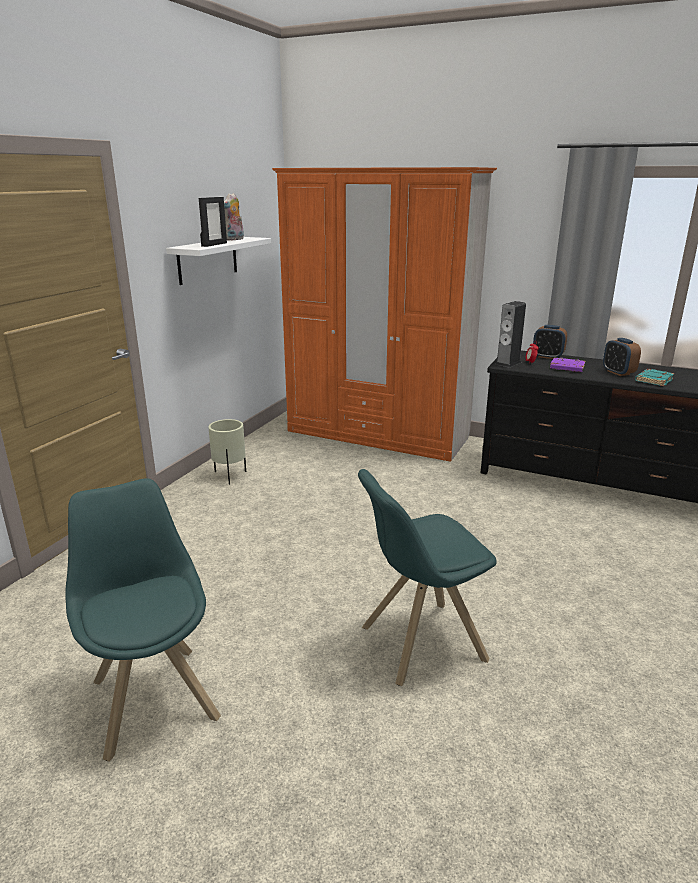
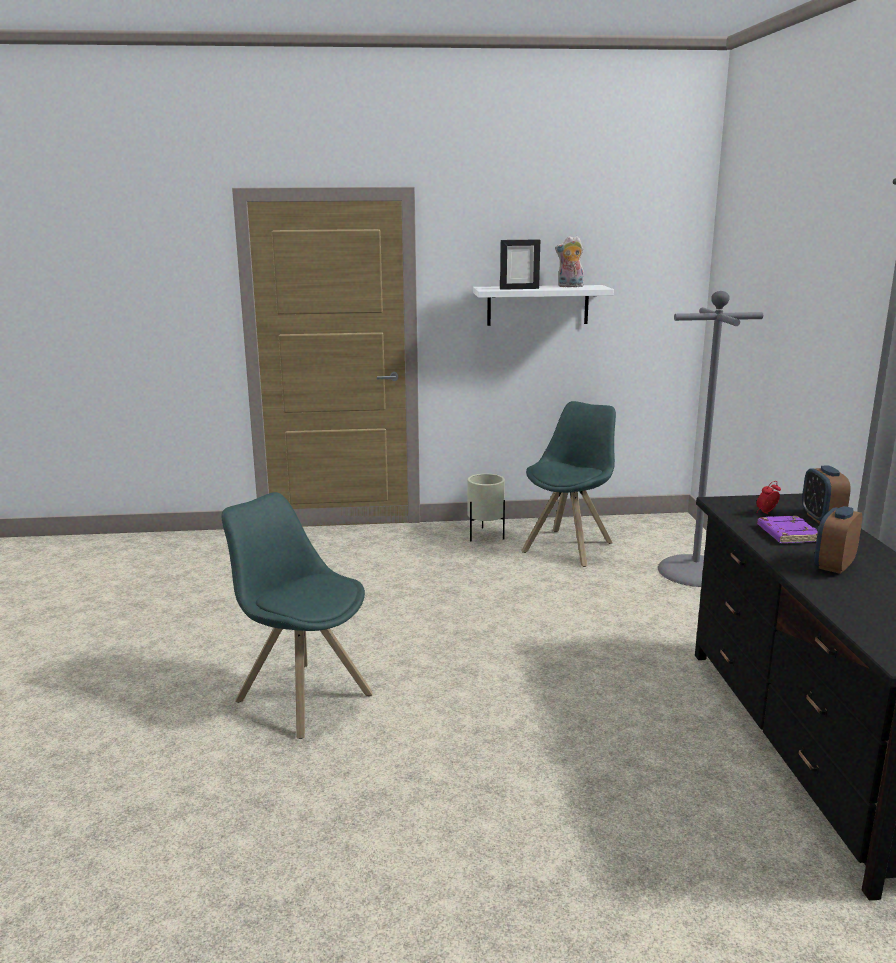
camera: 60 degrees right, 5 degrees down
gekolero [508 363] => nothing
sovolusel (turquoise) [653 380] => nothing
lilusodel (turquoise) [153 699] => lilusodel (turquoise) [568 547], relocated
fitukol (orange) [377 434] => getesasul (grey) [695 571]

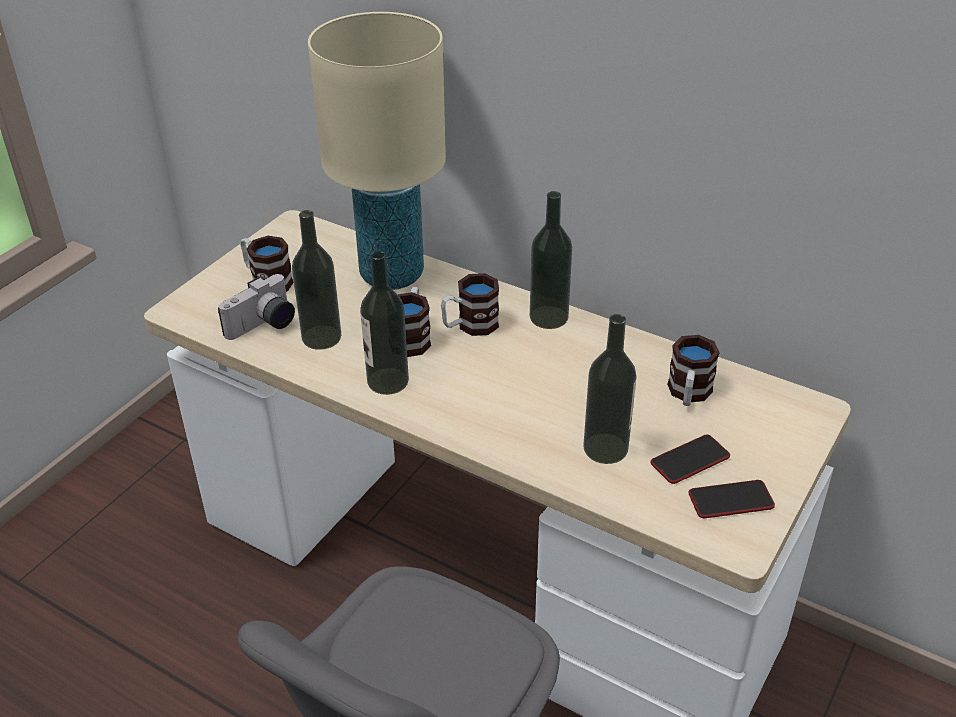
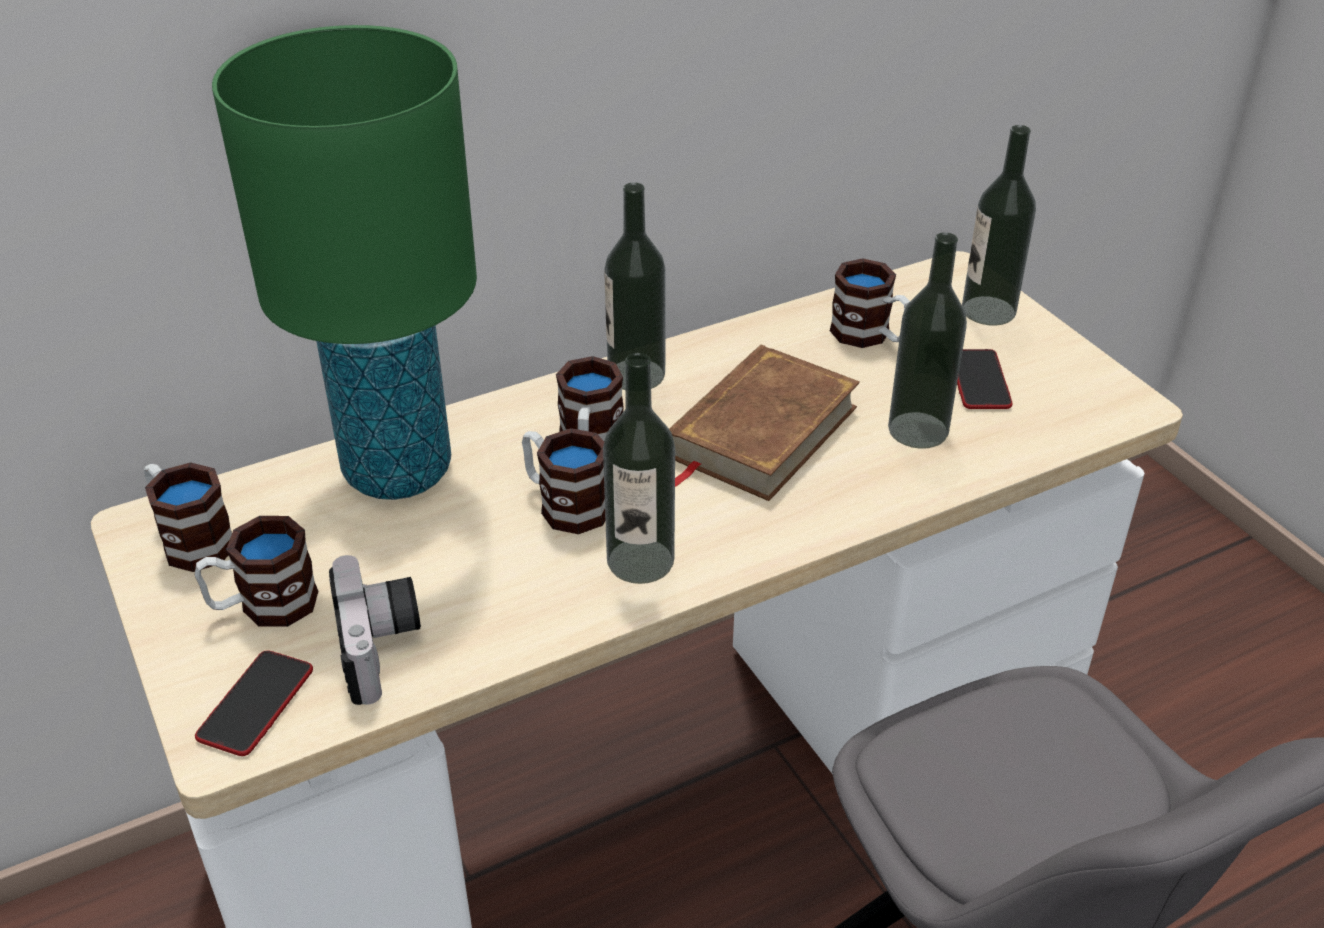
camera: 60 degrees left, 0 degrees up
nothing => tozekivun [190 539]
nothing => sovolusel (brown) [760 431]
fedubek [321 337] => fedubek [988 311], relocated
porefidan [731 500] => porefidan [256 704], relocated
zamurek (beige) [392 274] => zamurek (green) [397 470]

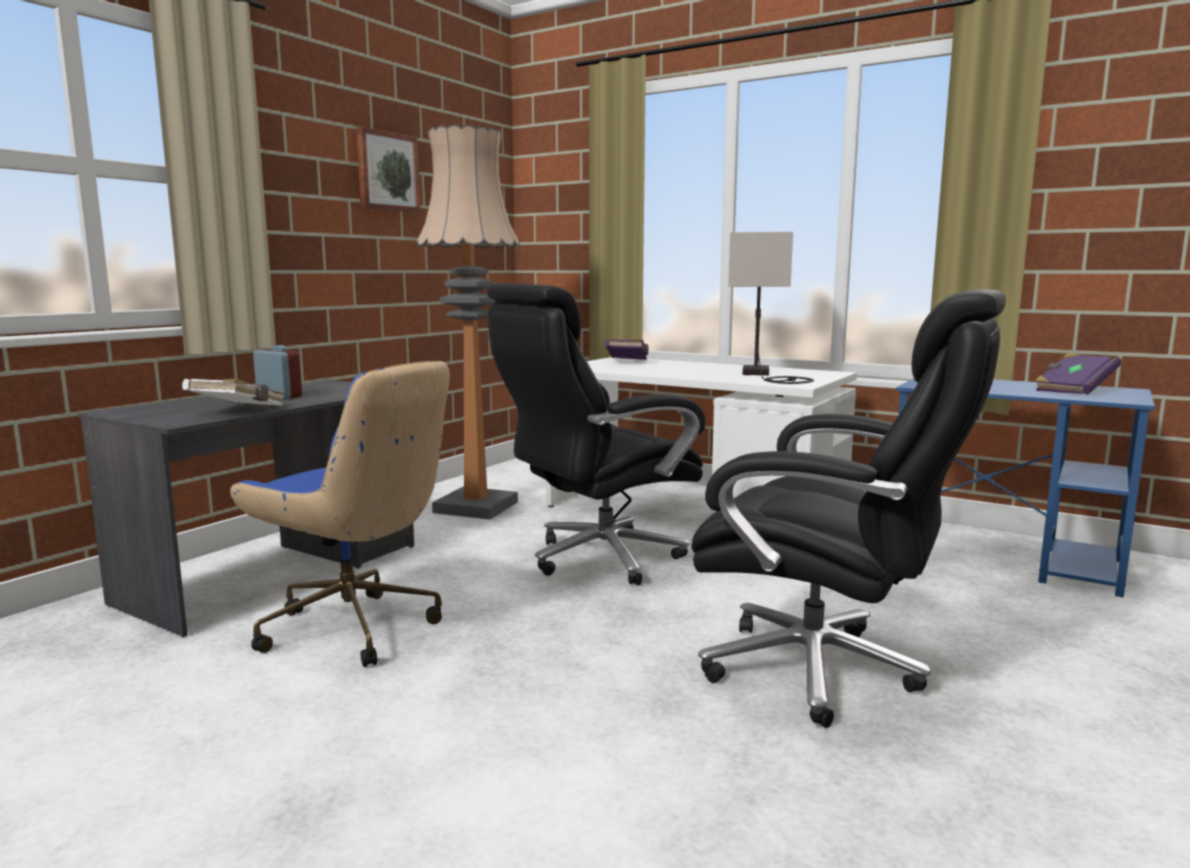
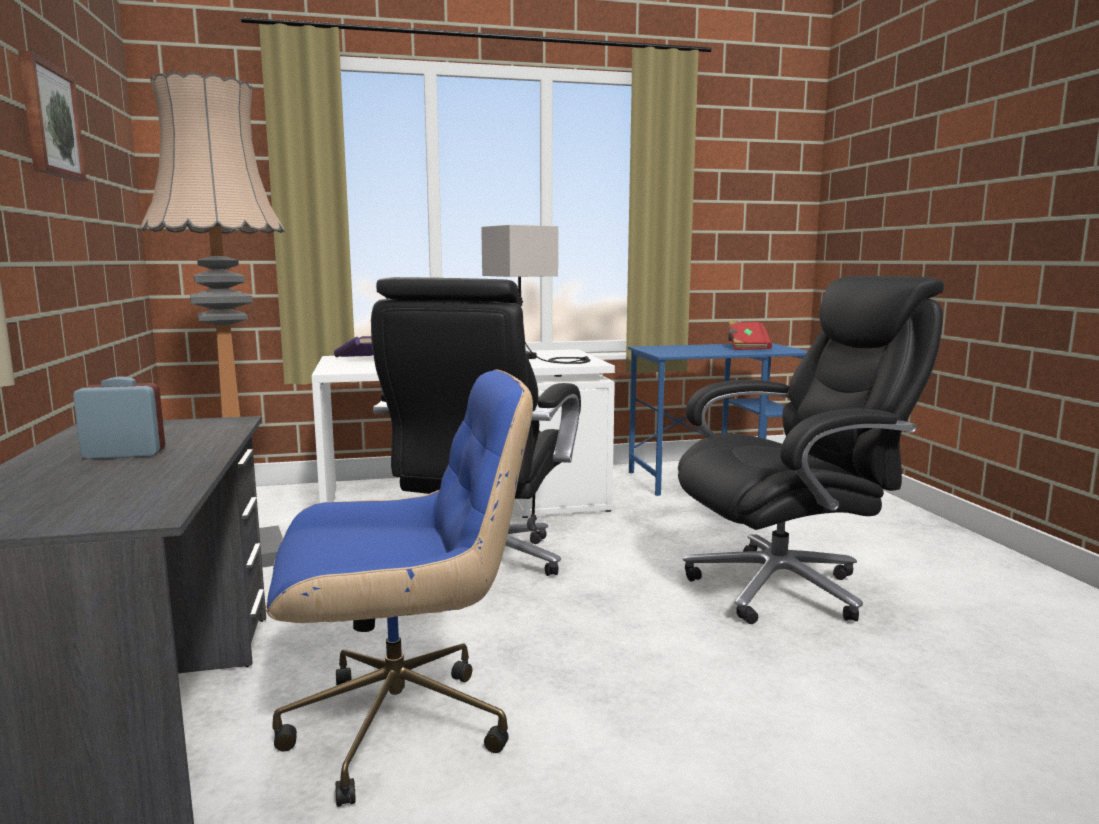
camera: 45 degrees left, 0 degrees up
sovolusel (white) [239 411] => nothing
sovolusel (purple) [1073 390] => sovolusel (red) [747 347]

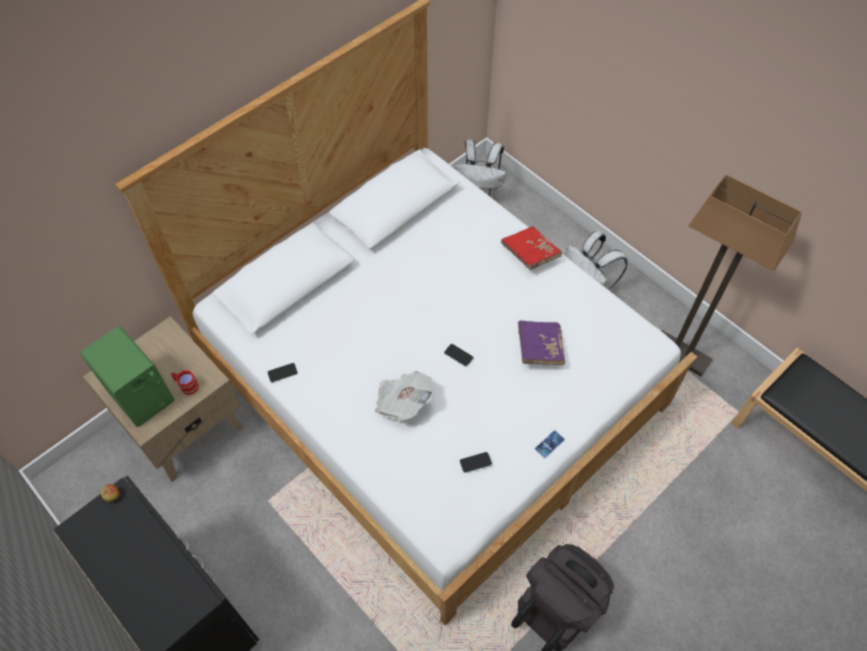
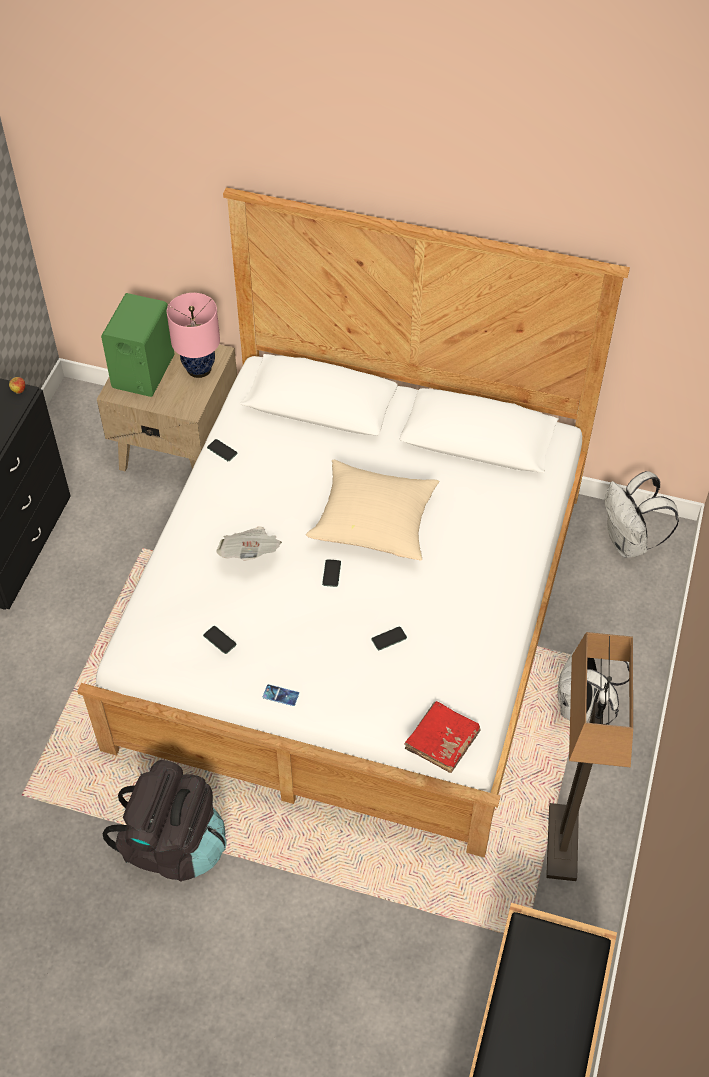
camera: 60 degrees right, 5 degrees down
tozekivun (red) [186 385] => nothing
nothing => zamurek (pink) [199 368]
nothing => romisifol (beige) [375 523]
sovolusel (red) [530 253] => sovolusel (red) [441 743], relocated
sovolusel (purple) [539 348] => porefidan [389 638]

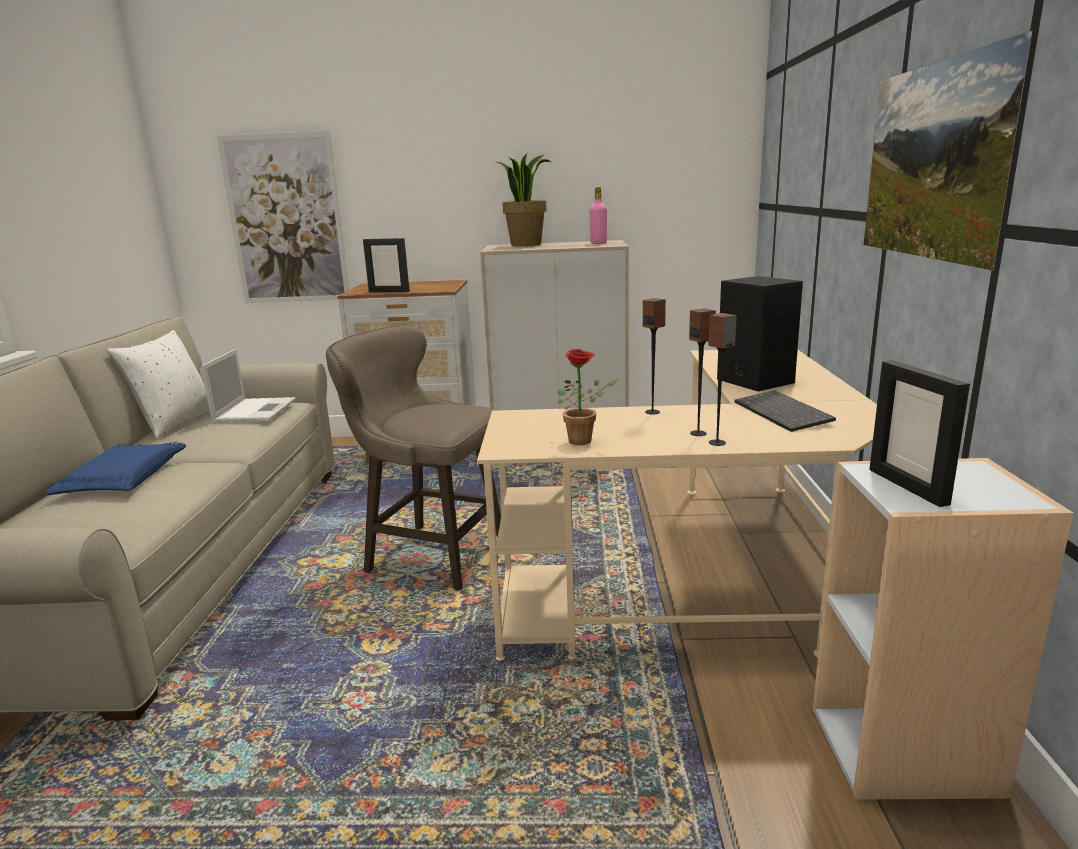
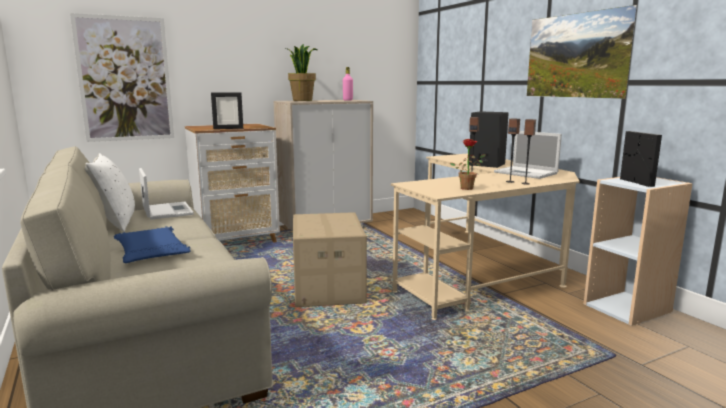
camera: 30 degrees left, 5 degrees down
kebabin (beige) [430 555] => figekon [327 287]
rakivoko [784 413] => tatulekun [527 173]
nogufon [909 486] => nogufon [635 182], 150 degrees counterclockwise

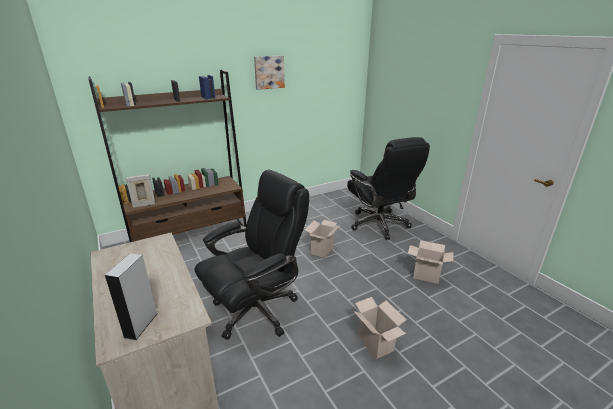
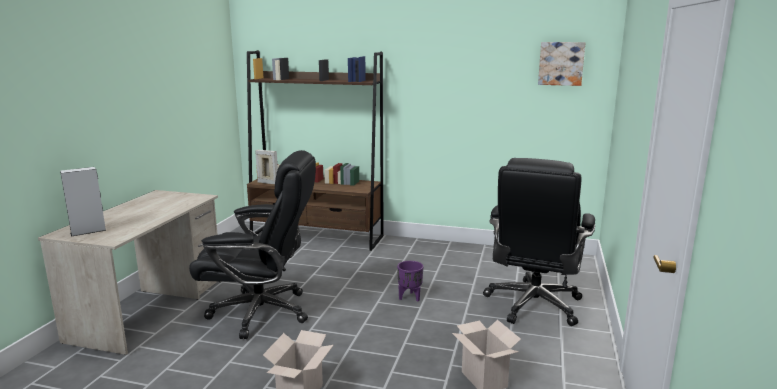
camera: 45 degrees right, 10 degrees down
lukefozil [269 72] => lukefozil [561 63], relocated
figekon [322 249] => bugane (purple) [410 297]

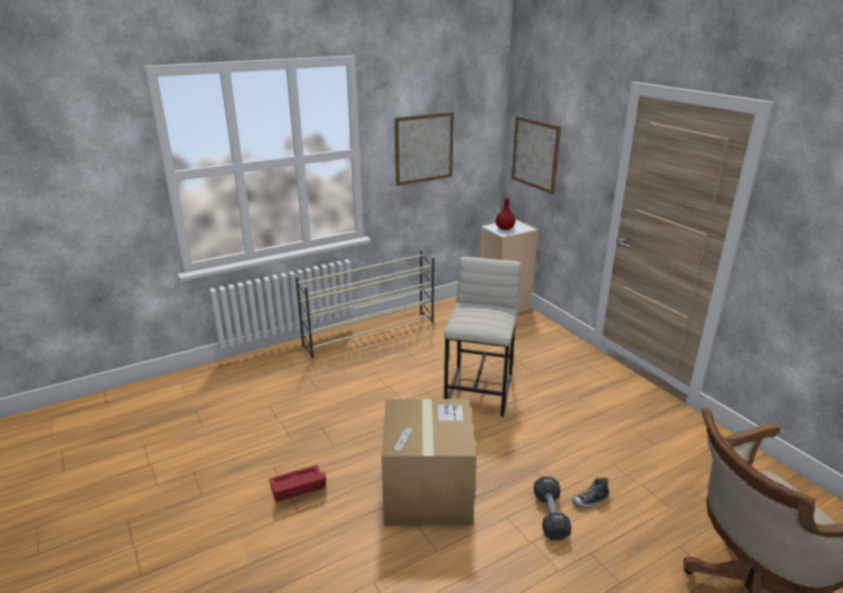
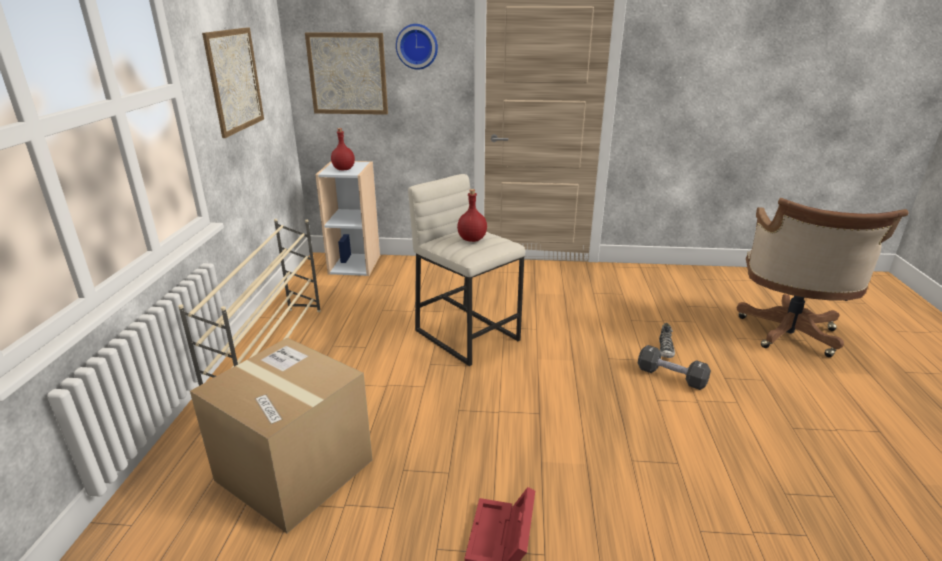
camera: 55 degrees left, 0 degrees up
nothing => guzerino [417 46]
nothing => fedubek (red) [472 239]
figekon [427 492] => figekon [294 470], relocated

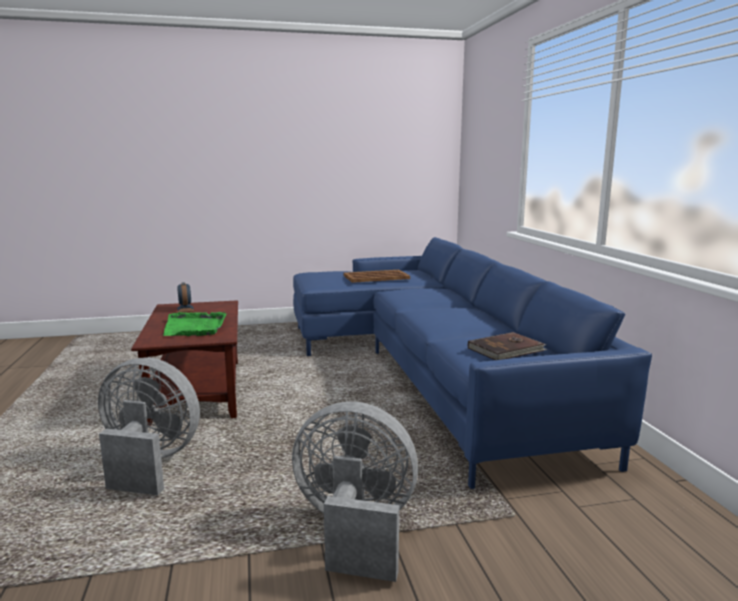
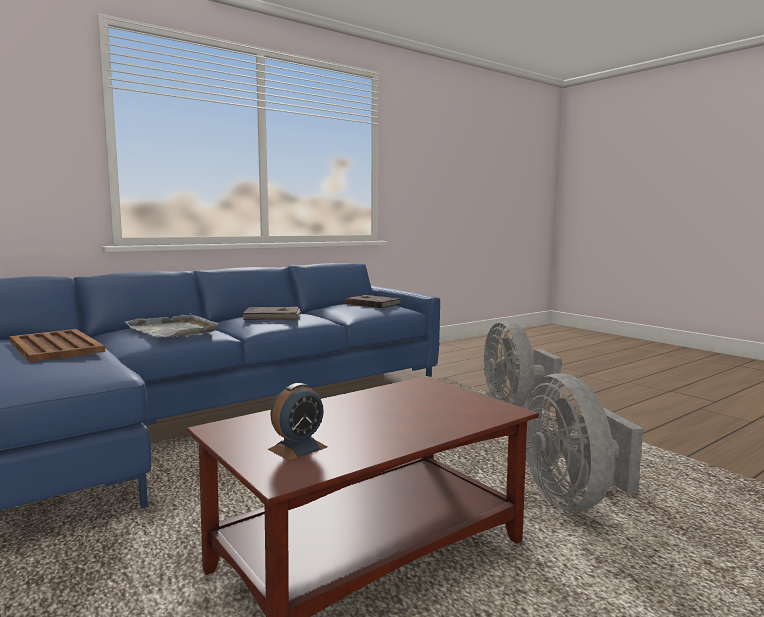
camera: 115 degrees left, 5 degrees down
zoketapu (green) [195 327] => nothing
nothing => zoketapu (grey) [174 330]
nothing => sovolusel (brown) [272 316]

